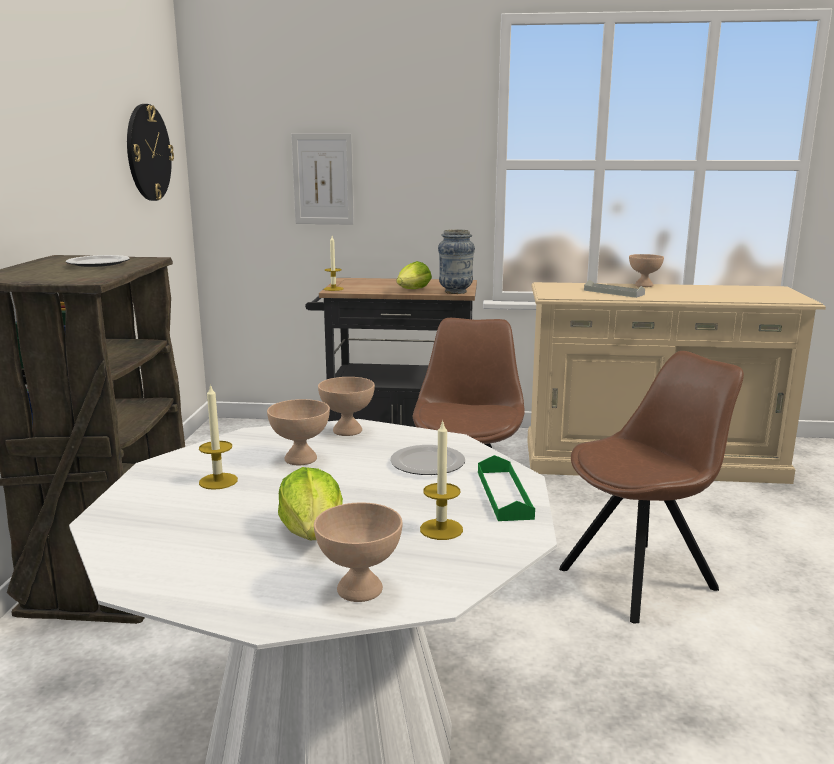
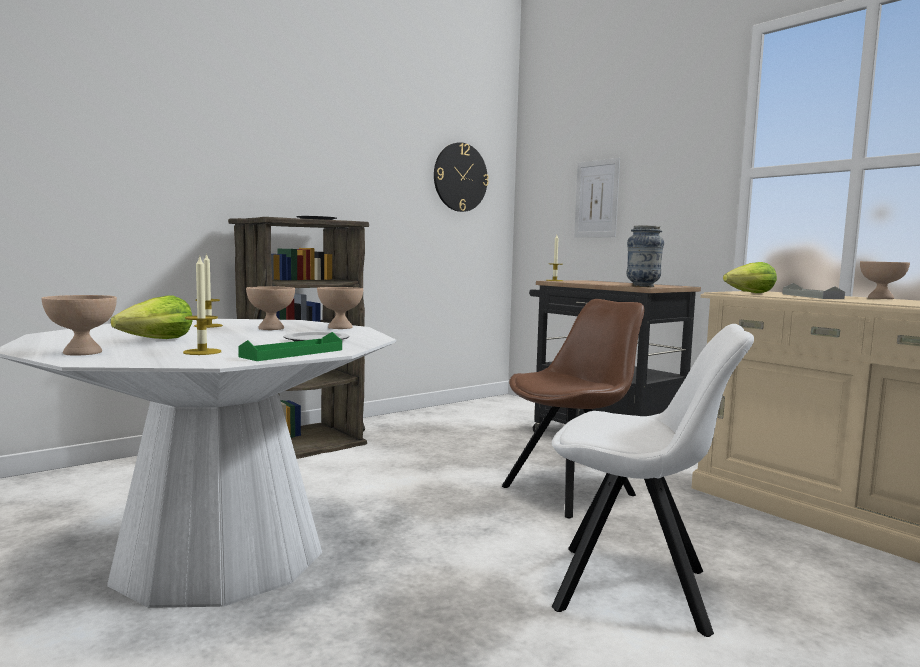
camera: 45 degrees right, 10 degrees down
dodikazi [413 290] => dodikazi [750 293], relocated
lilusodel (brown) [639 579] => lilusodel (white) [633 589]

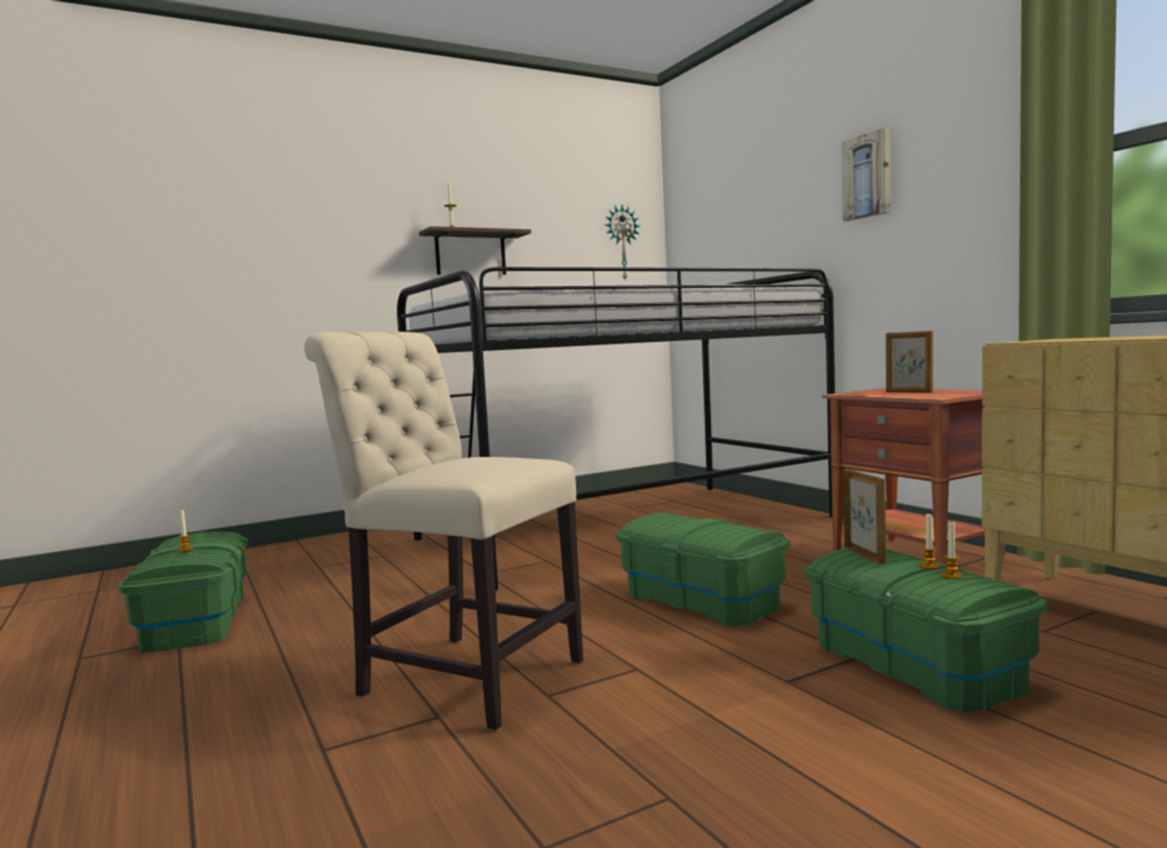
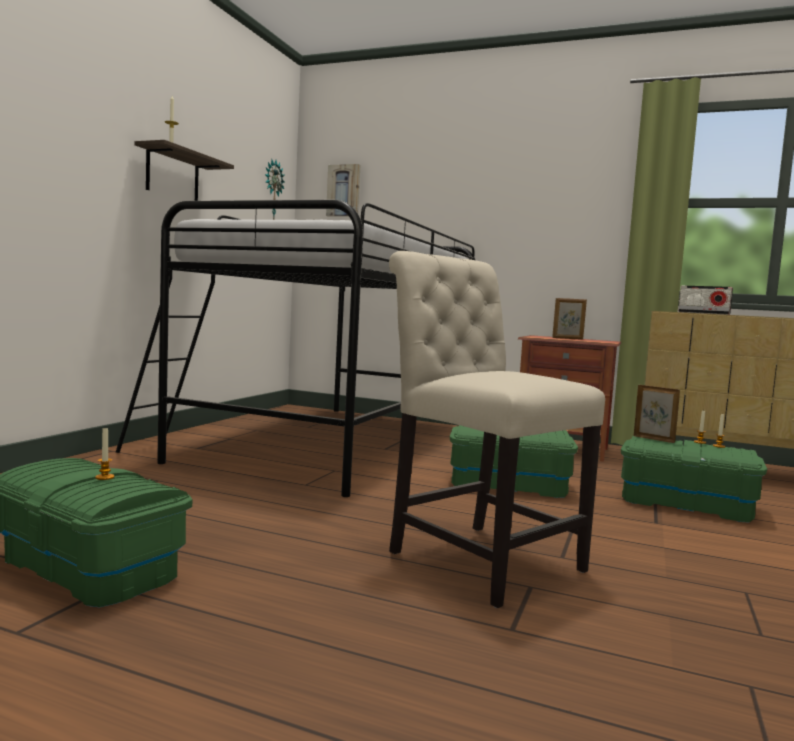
camera: 40 degrees left, 0 degrees up
nothing => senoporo [703 313]
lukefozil [868 176] => lukefozil [344 191], relocated
lilusodel (beige) [462 675] => lilusodel (beige) [477 557], 60 degrees clockwise

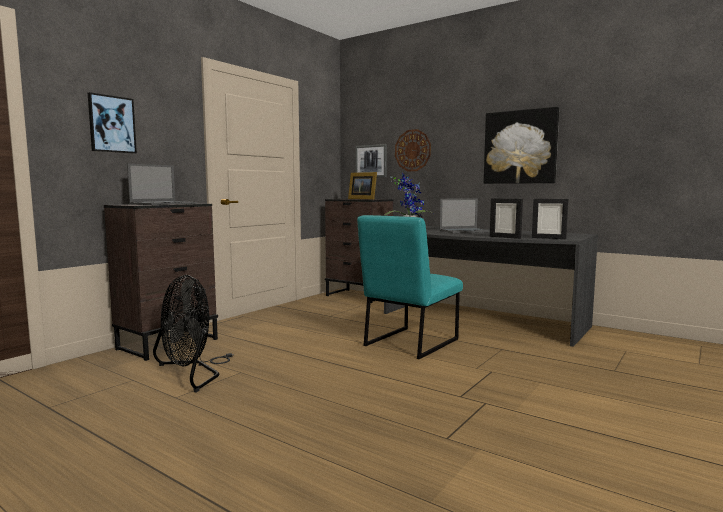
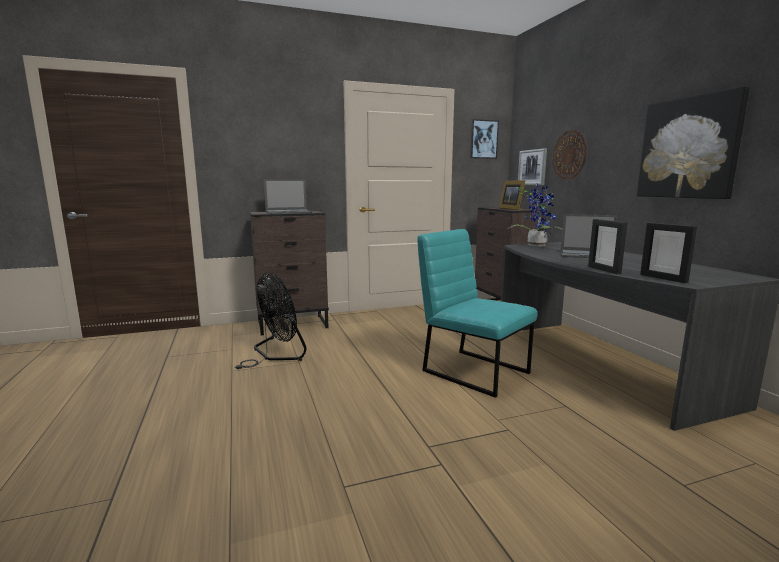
camera: 35 degrees right, 5 degrees up
lukefozil [111 124] => lukefozil [483 139], relocated
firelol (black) [194 372] => firelol (black) [272 353], 150 degrees clockwise
lilusodel (turquoise) [409 343] => lilusodel (turquoise) [473 370], 60 degrees clockwise

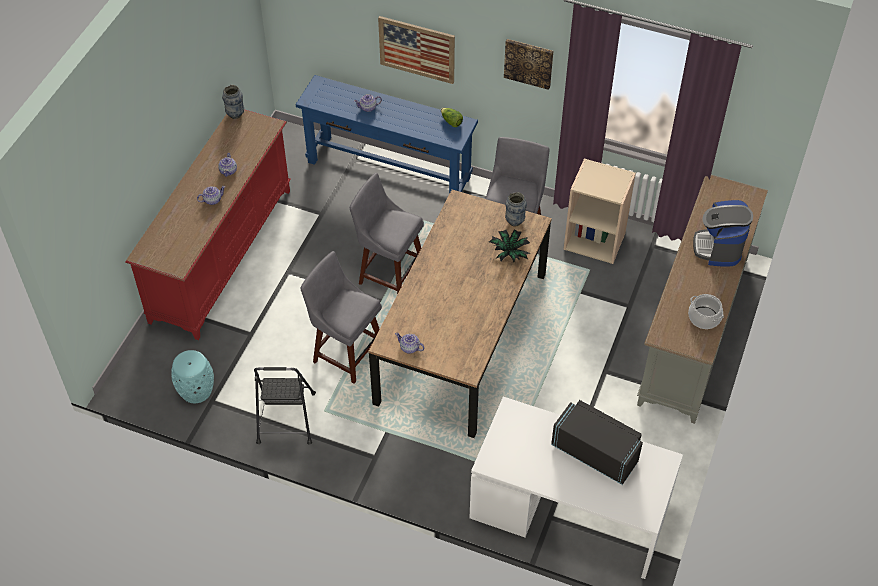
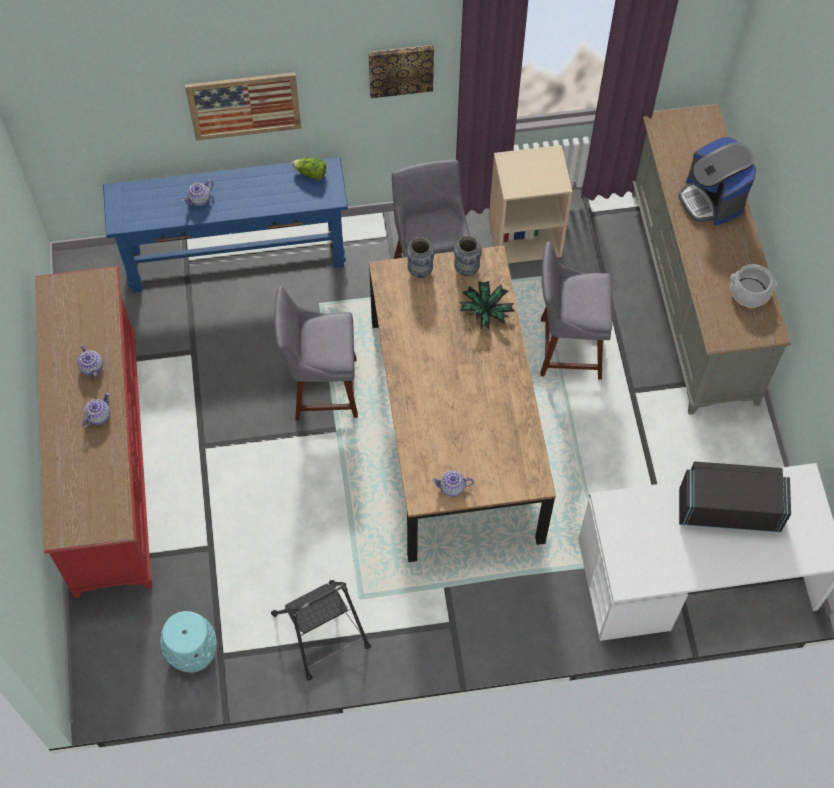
camera: 30 degrees left, 10 degrees up
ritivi [235 114] => ritivi [420 271], relocated
lilusodel (grey) [346 352] => lilusodel (grey) [566 347], relocated

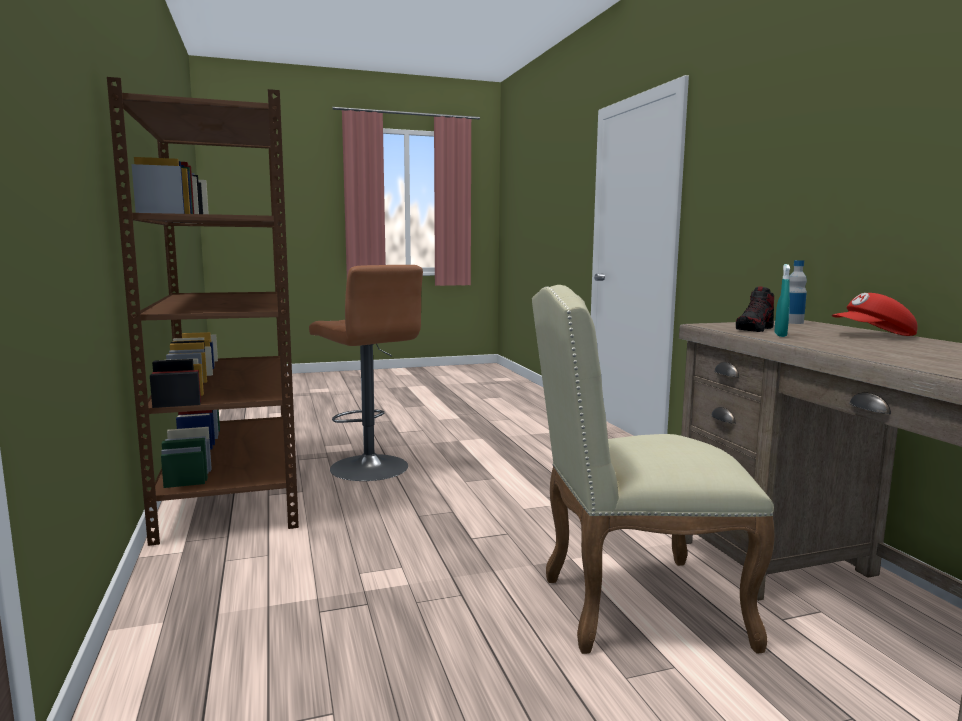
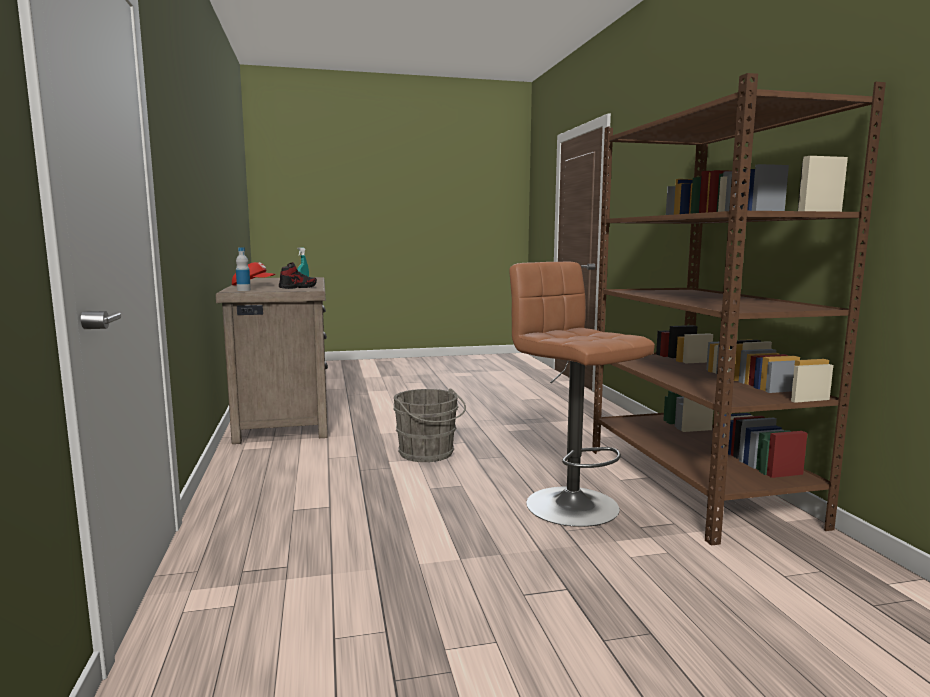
camera: 175 degrees left, 0 degrees up
lilusodel (beige) [635 607] => nothing
nothing => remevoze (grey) [428 454]

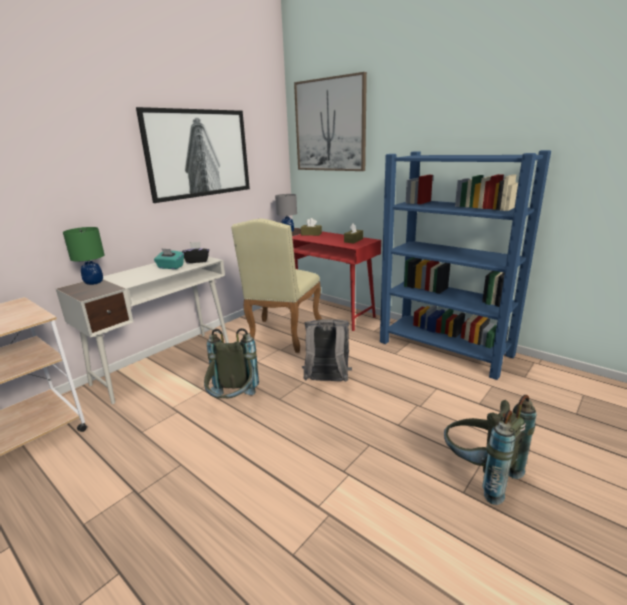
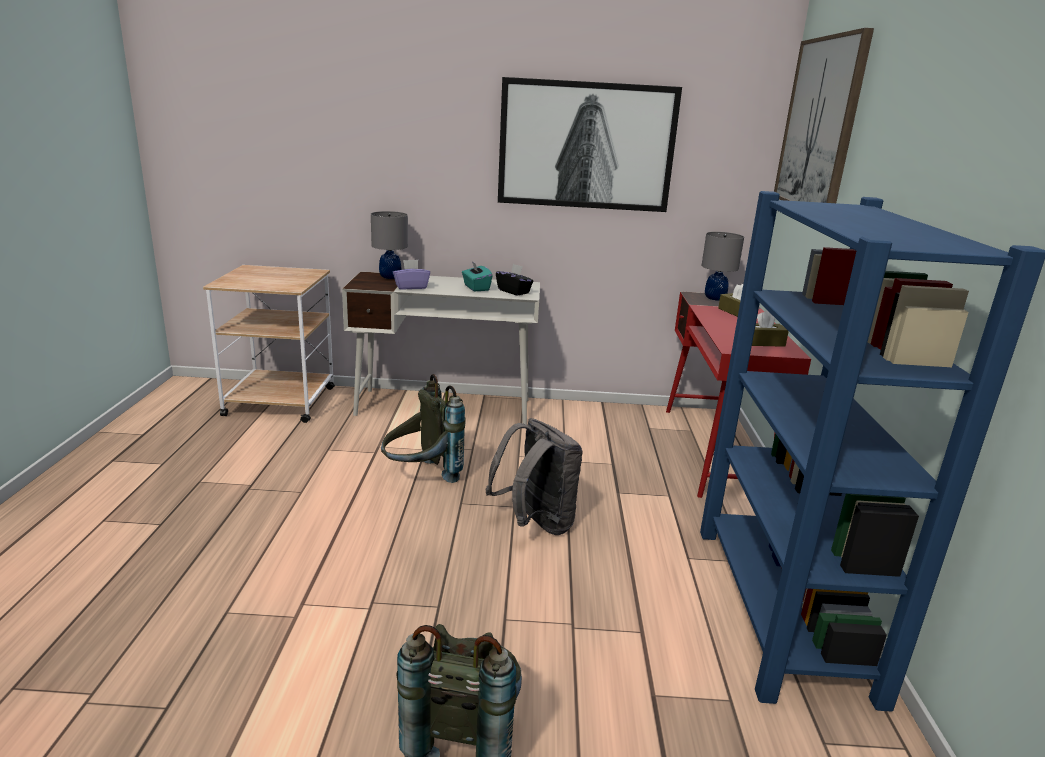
camera: 50 degrees right, 0 degrees up
lilusodel (beige) [282 336] => nothing
nothing => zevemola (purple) [411 287]
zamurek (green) [94 283] => zamurek (grey) [389 277]

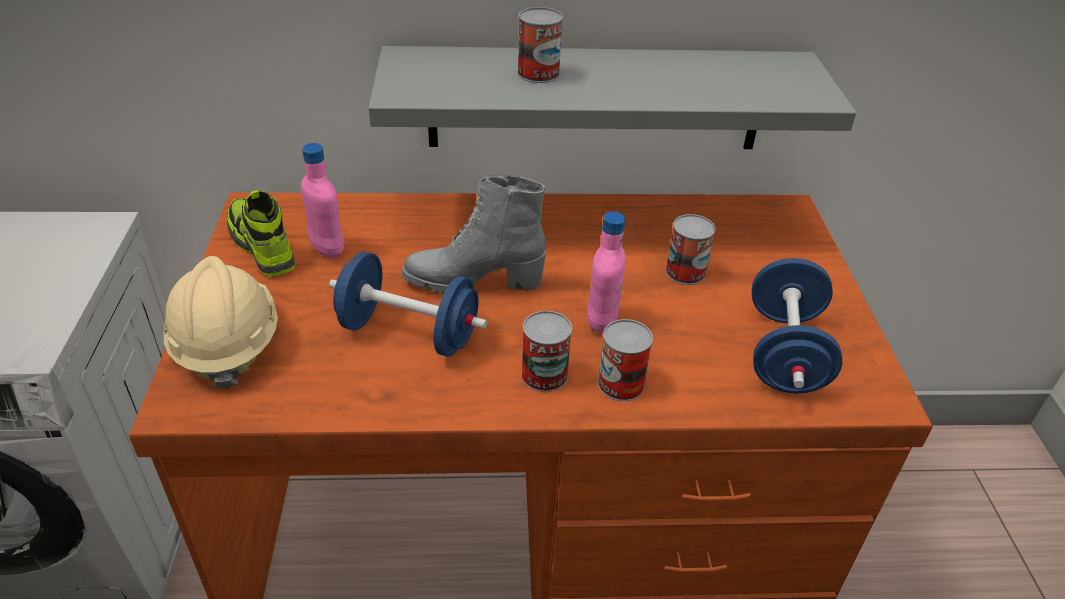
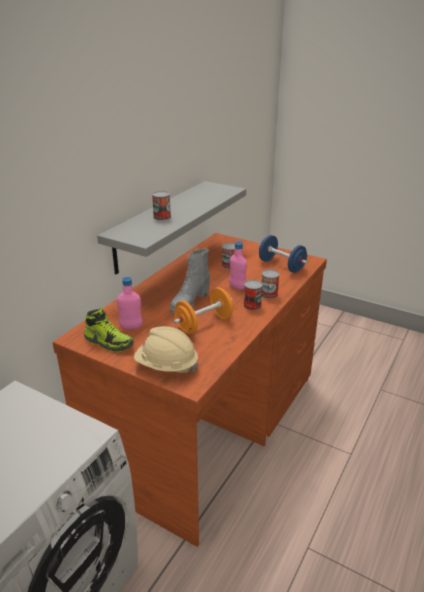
camera: 55 degrees left, 10 degrees down
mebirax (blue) [409 333] => mebirax (orange) [204 324]
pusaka [262 247] => pusaka [109 342], 150 degrees counterclockwise

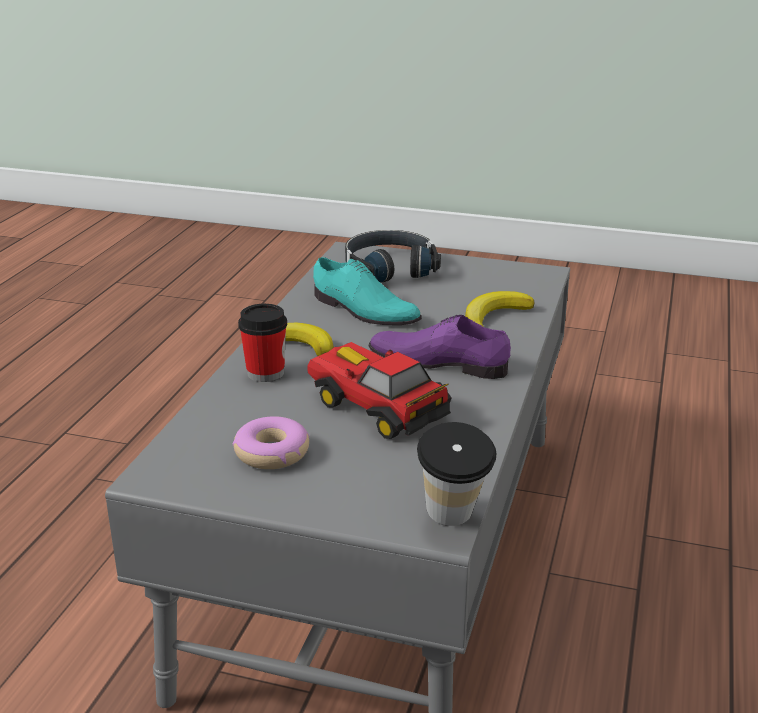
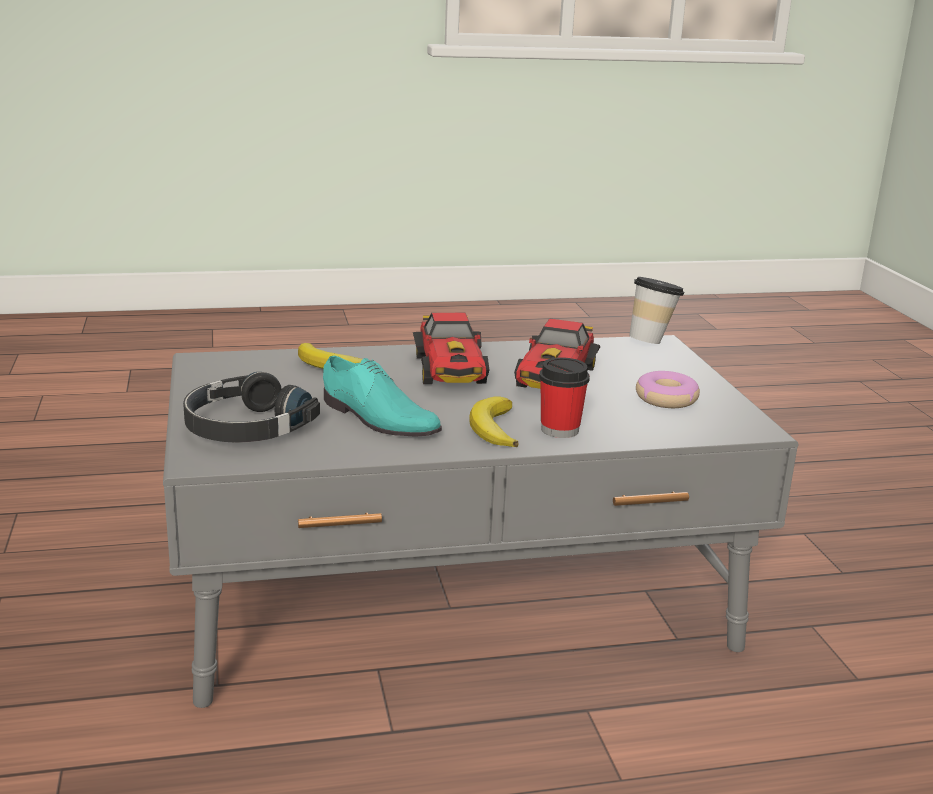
camera: 120 degrees left, 5 degrees down
pusaka (purple) [438 361] => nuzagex [450 372]
pusaka (turquoise) [364 310] => pusaka (turquoise) [377 418], 120 degrees clockwise

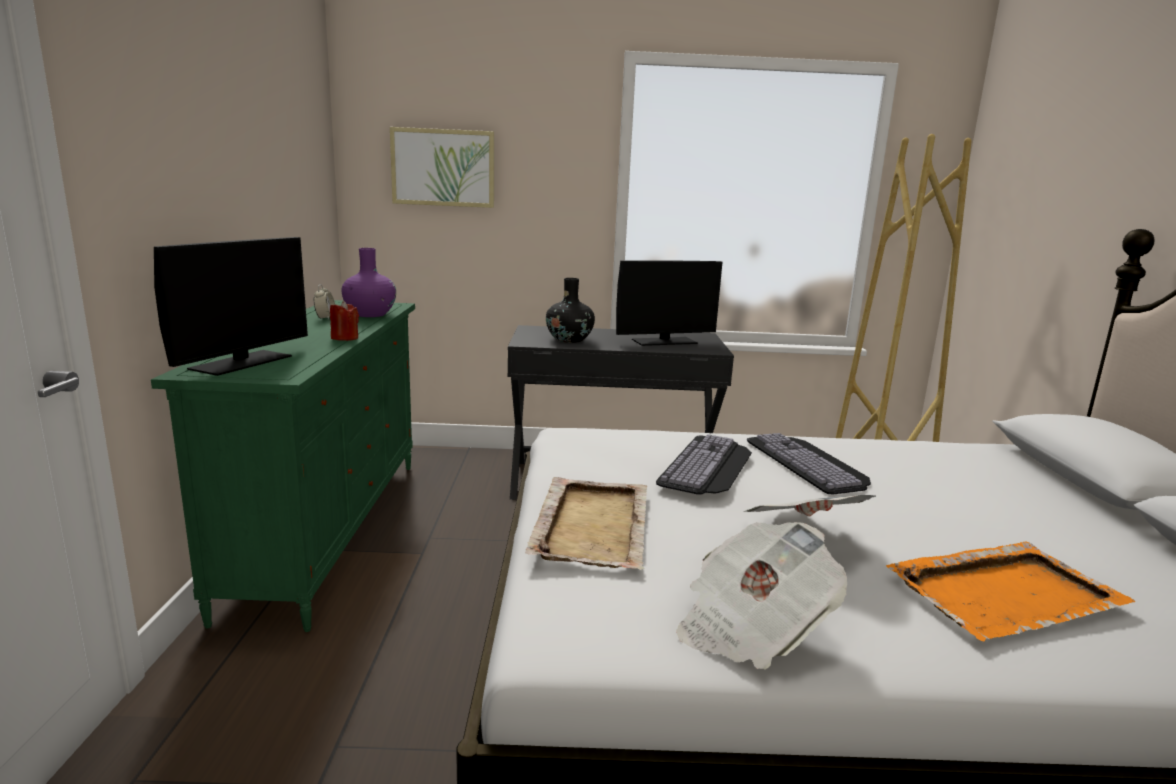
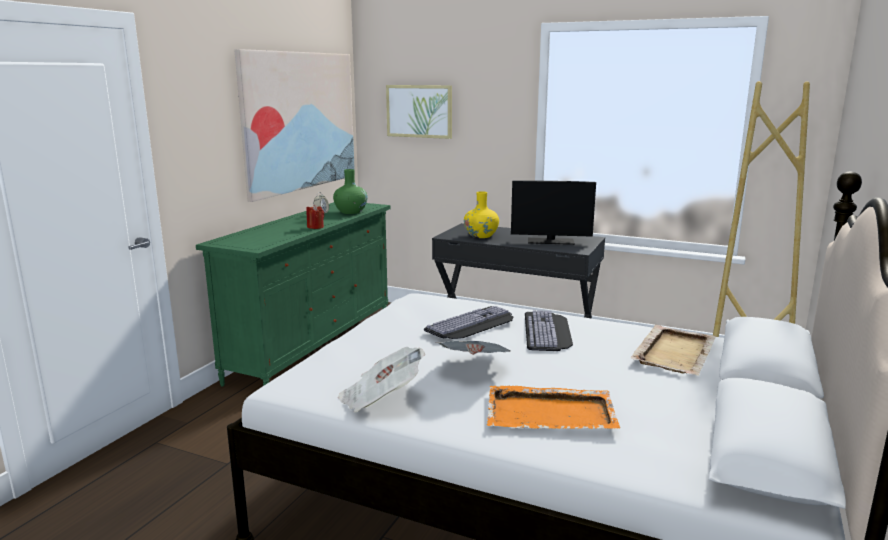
camera: 25 degrees right, 0 degrees up
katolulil [241 362] => nothing
nothing => lukefozil [300 121]
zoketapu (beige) [593 524] => zoketapu (beige) [675 352], relocated
ritivi (purple) [370 314] => ritivi (green) [351 212]
ritivi (black) [569 339] => ritivi (yellow) [481 236]

